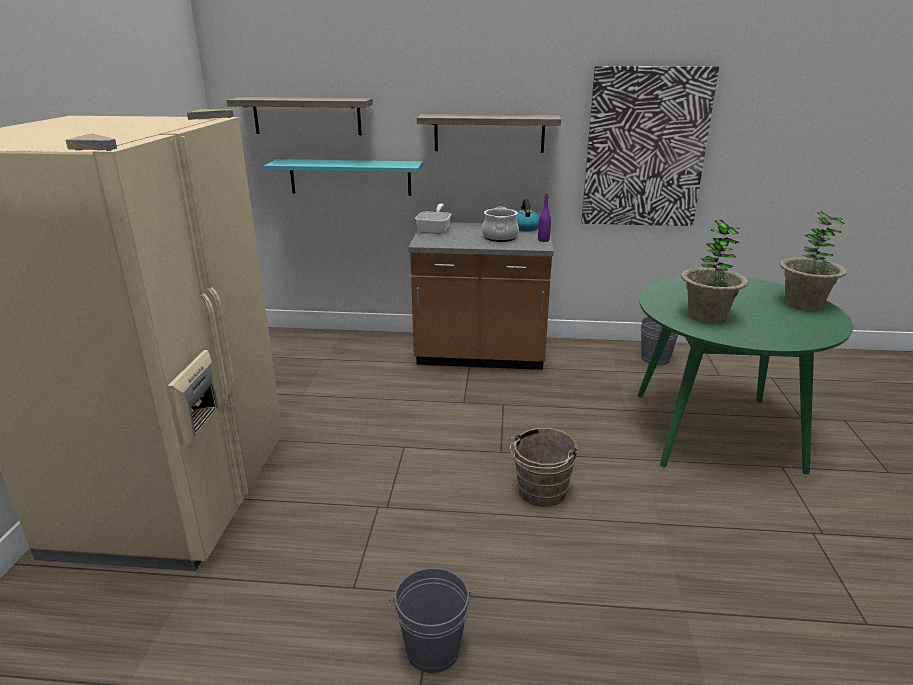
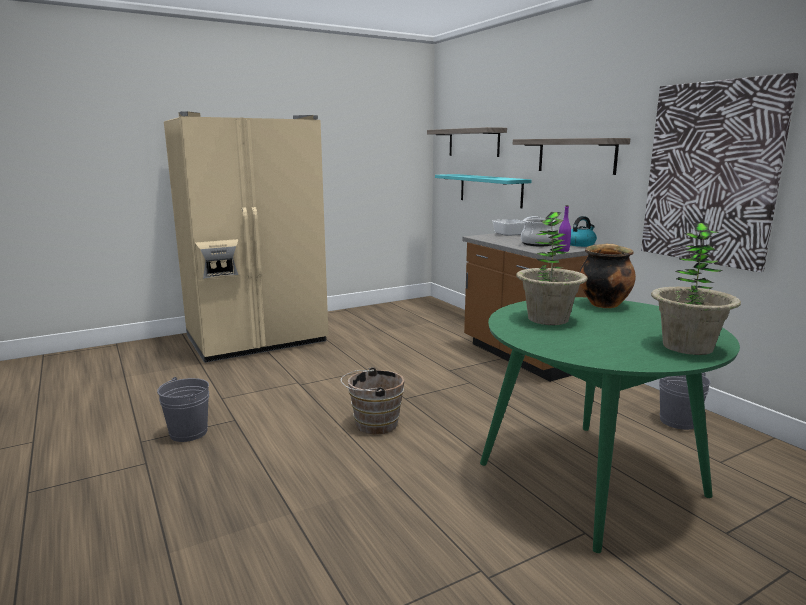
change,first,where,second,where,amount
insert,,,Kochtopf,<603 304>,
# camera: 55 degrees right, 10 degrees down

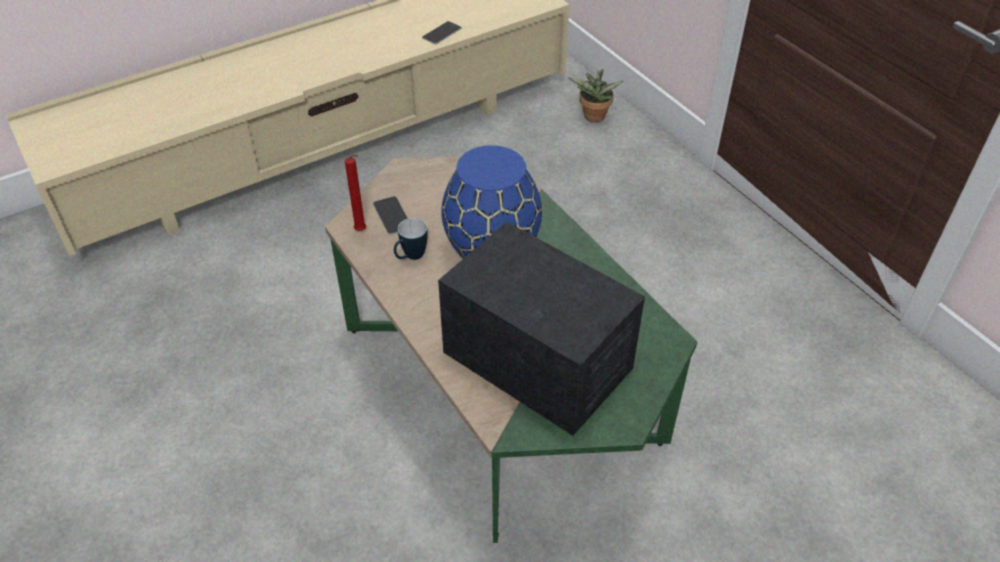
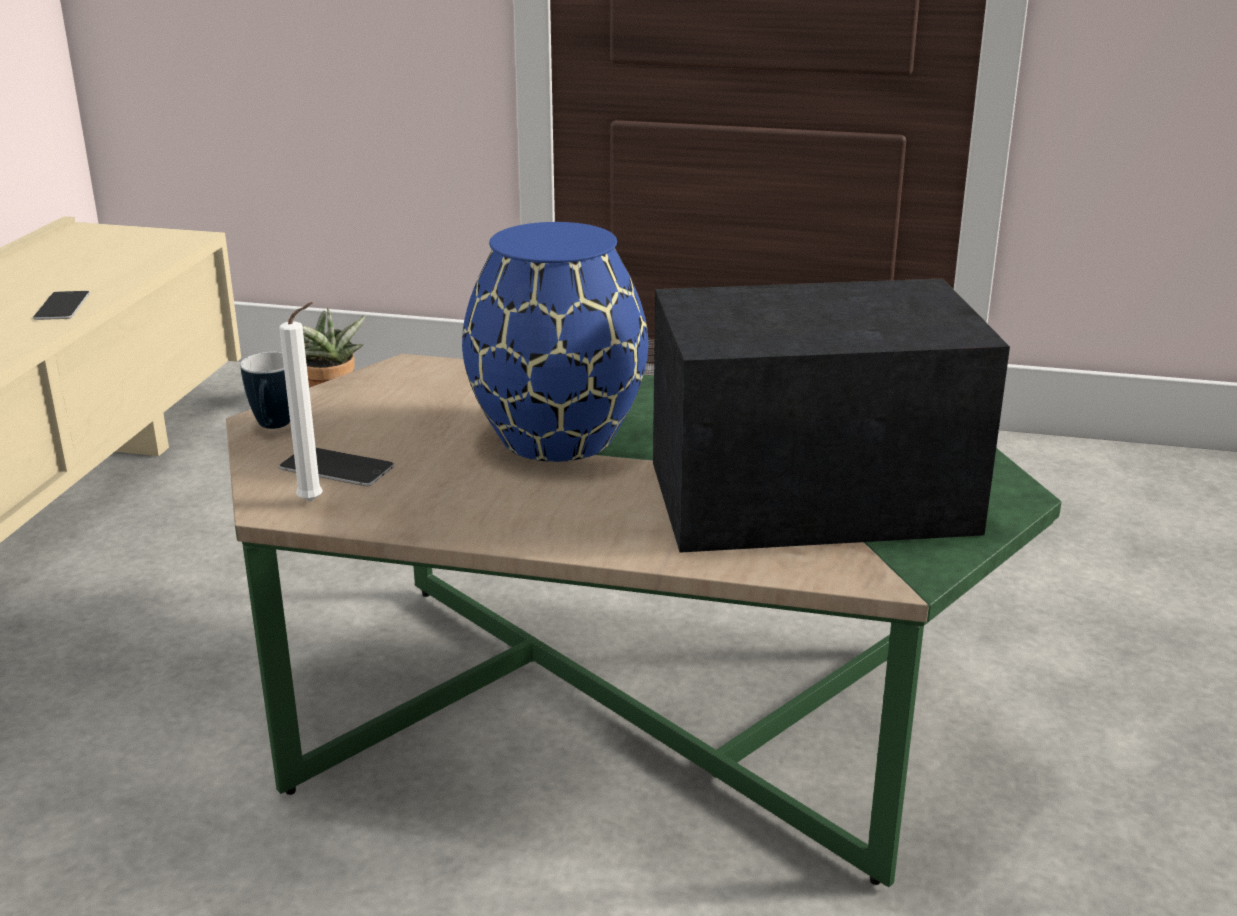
change,first,where,second,where,amount
move,Henkelbecher,<410 257>,,<273 427>,
recolor,Kerze/rot,<362 231>,Kerze/weiß,<315 501>,
# camera: 45 degrees left, 20 degrees down

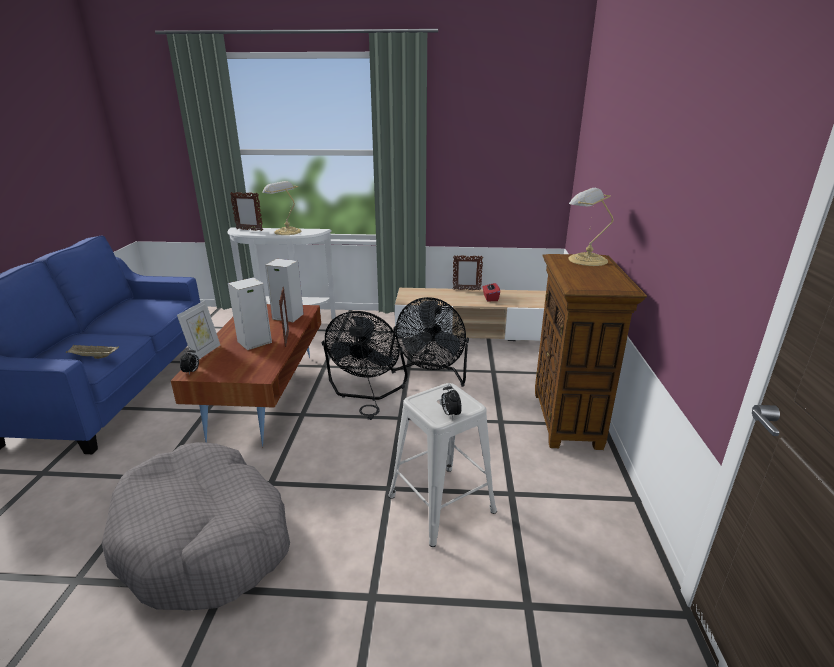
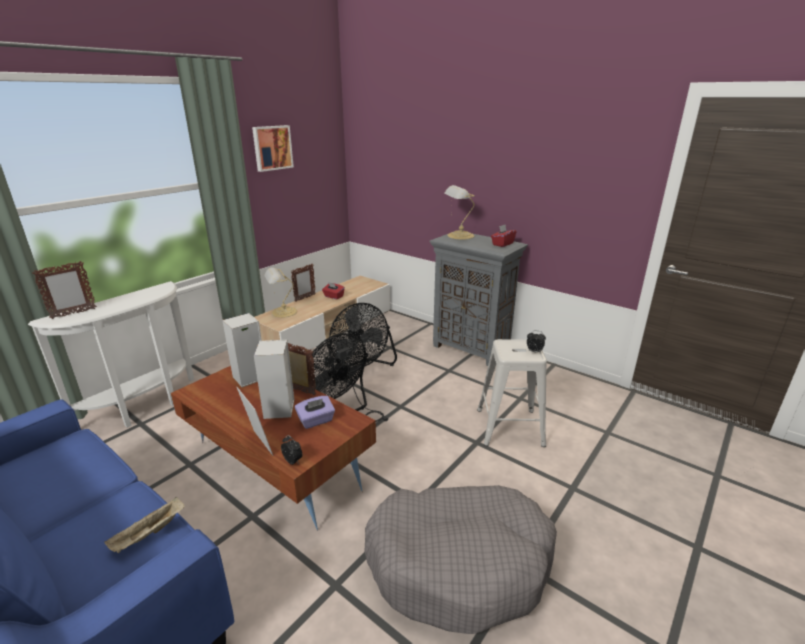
change,first,where,second,where,amount
insert,,,Bild,<272 148>,
move,Tischlampe,<286 231>,,<283 312>,
insert,,,Taschentuchbox/lila,<316 421>,
recolor,Schrank/braun,<567 420>,Schrank/grau,<471 349>,
insert,,,Taschentuchbox/rot,<502 244>,
# camera: 55 degrees left, 0 degrees up

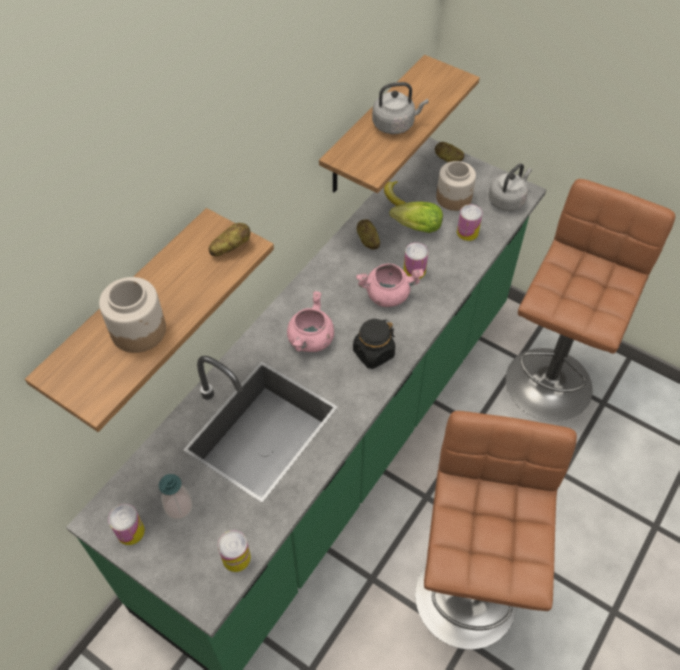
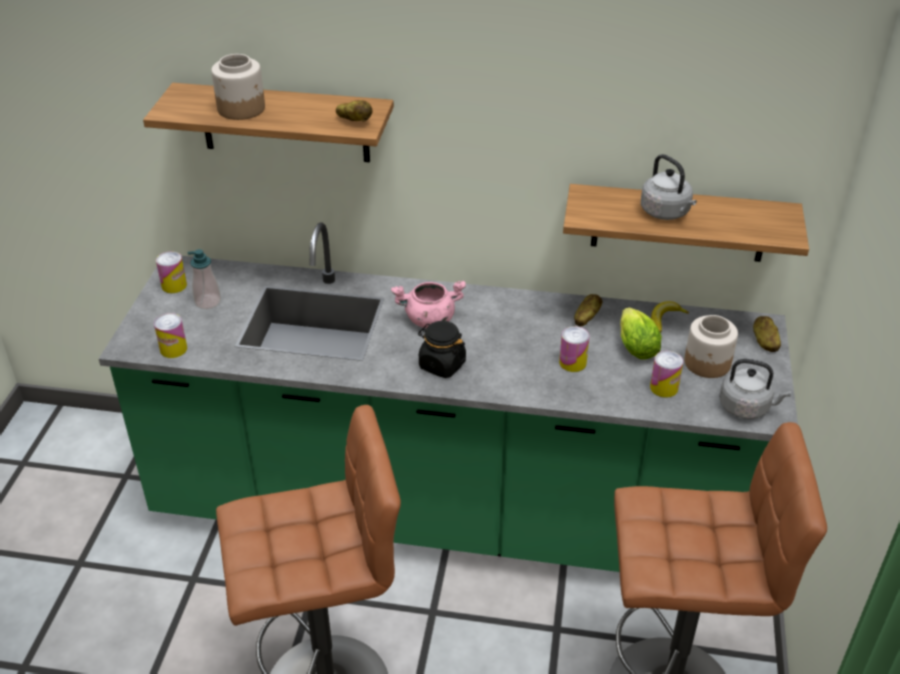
change,first,where,second,where,amount
delete,Kochtopf/rosa,<387 294>,,,
# camera: 65 degrees right, 15 degrees down

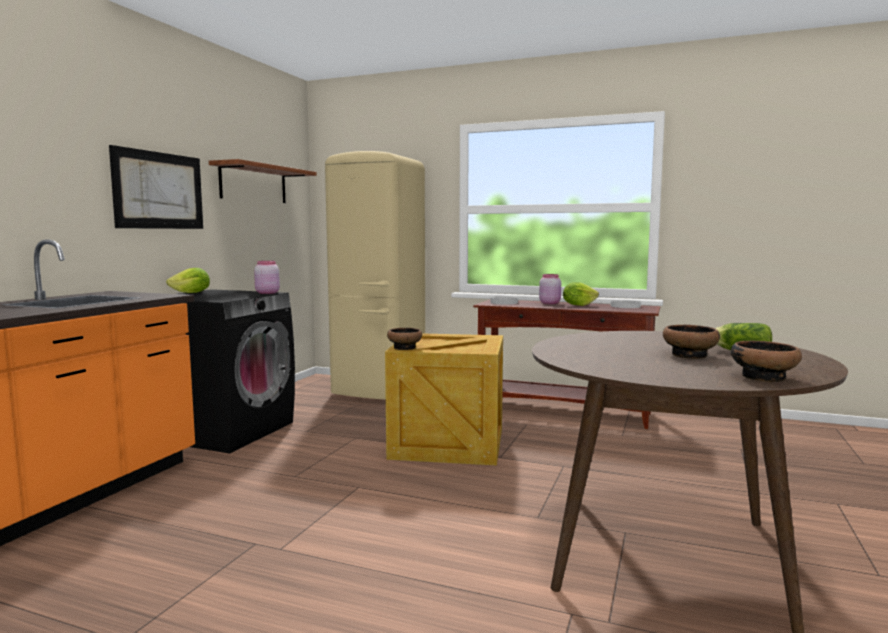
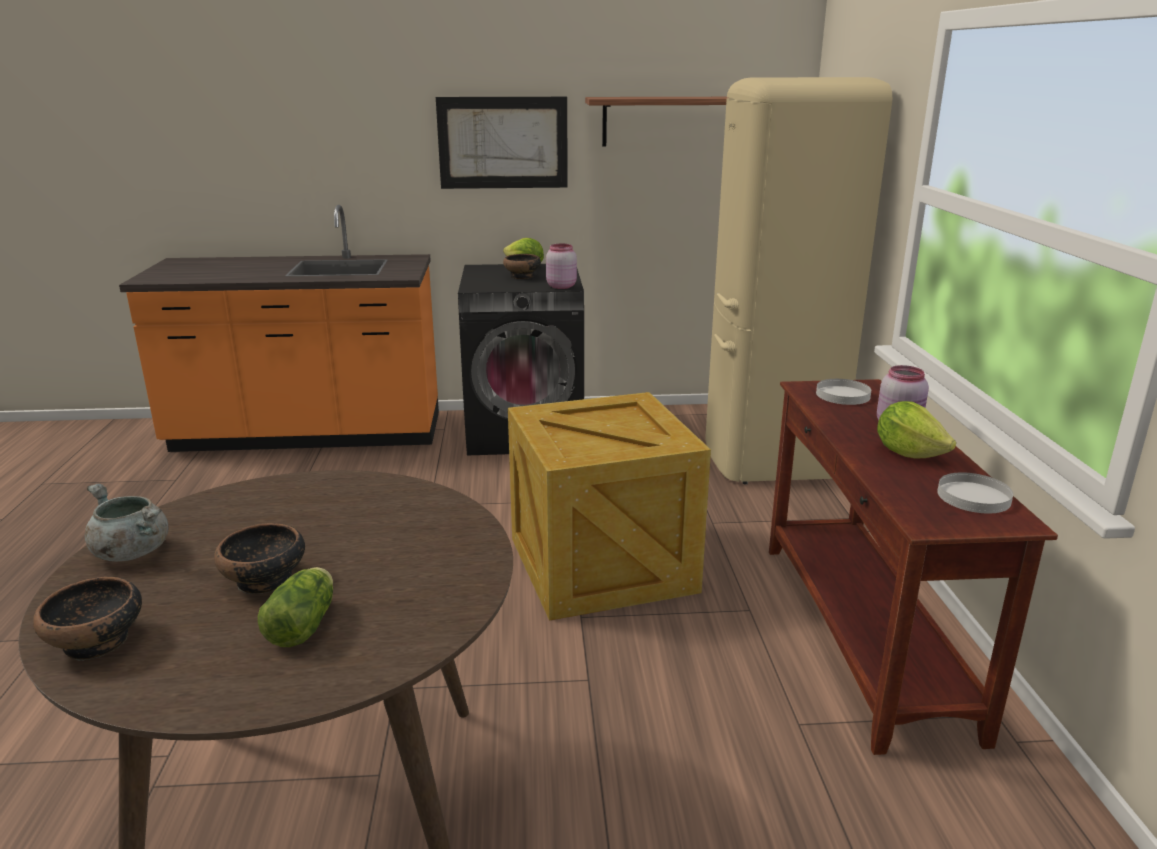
change,first,where,second,where,amount
insert,,,Kochtopf/grau,<131 552>,
move,Schüssel,<405 348>,,<522 276>,
# camera: 65 degrees right, 15 degrees up

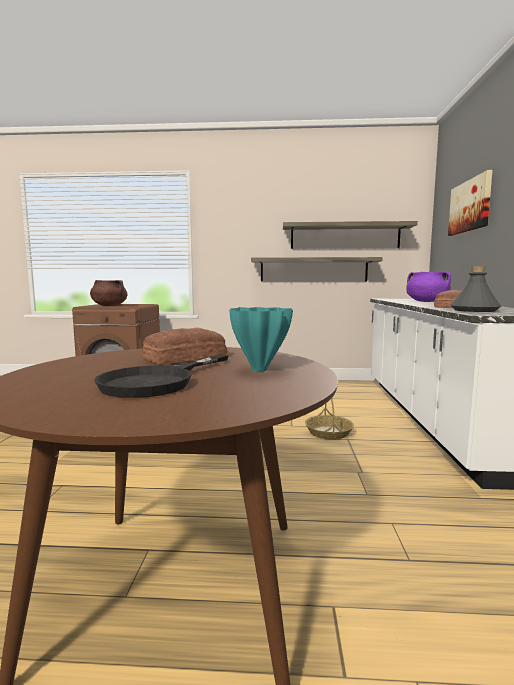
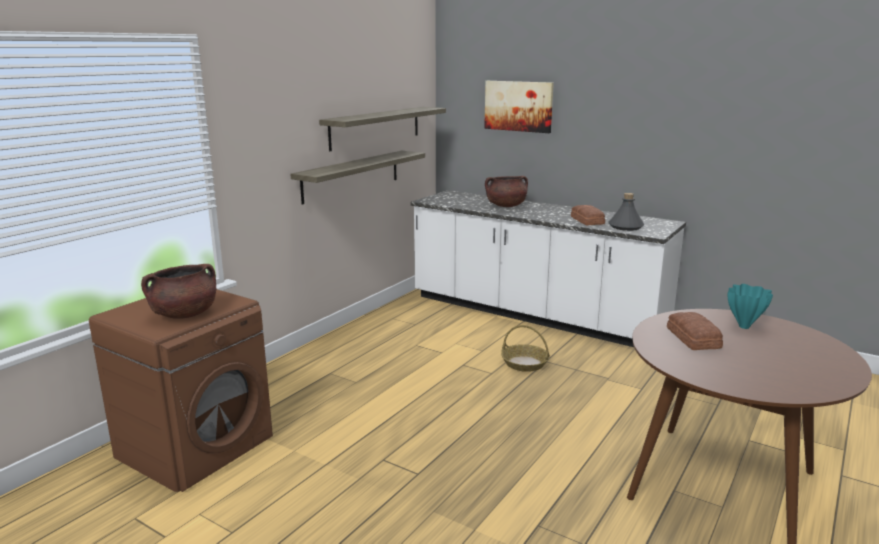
change,first,where,second,where,amount
recolor,Kochtopf/lila,<426 301>,Kochtopf/braun,<506 206>,
delete,Pfanne/schwarz,<159 381>,,,
# camera: 60 degrees left, 10 degrees up

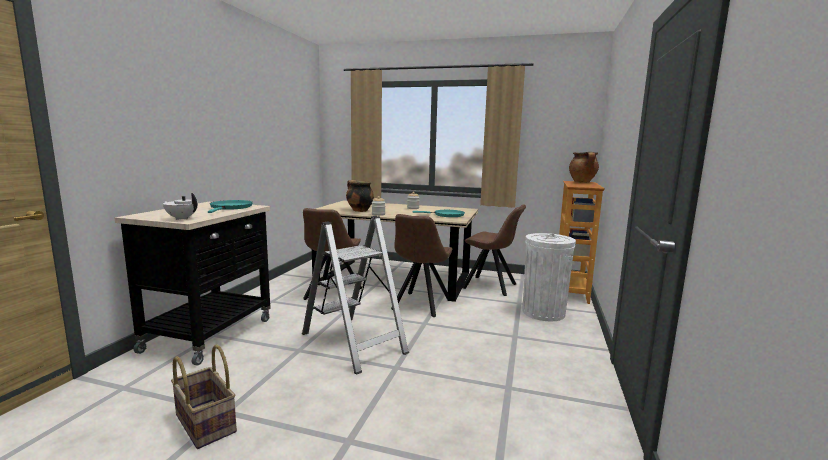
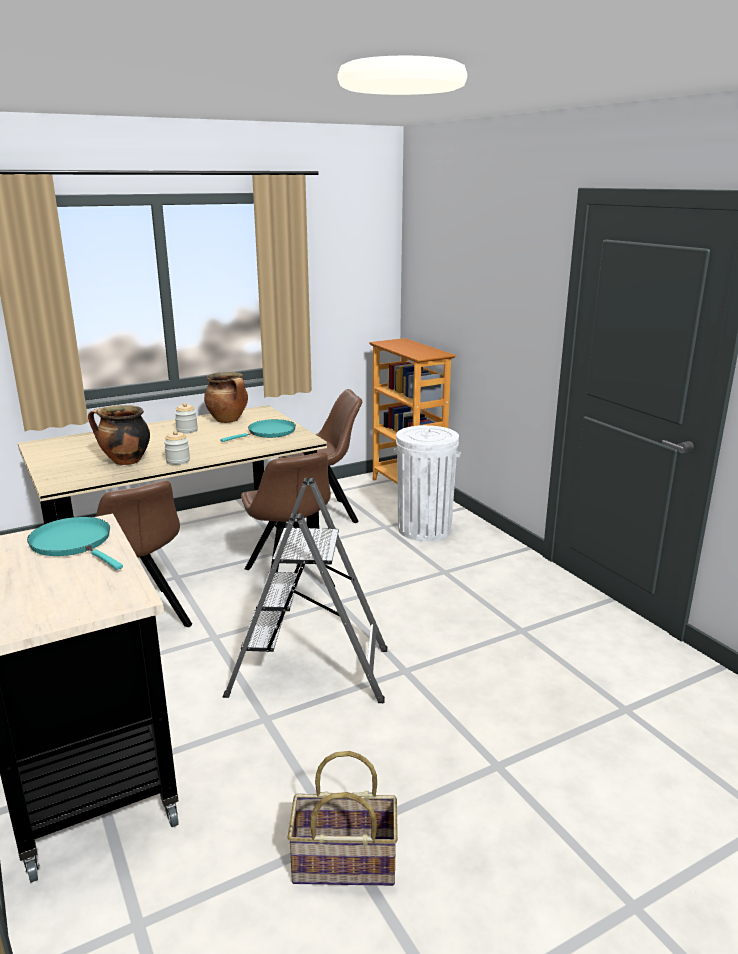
change,first,where,second,where,amount
move,Kochtopf,<582 182>,,<229 420>,
delete,Teekanne/weiß,<182 218>,,,
# camera: 45 degrees left, 10 degrees up

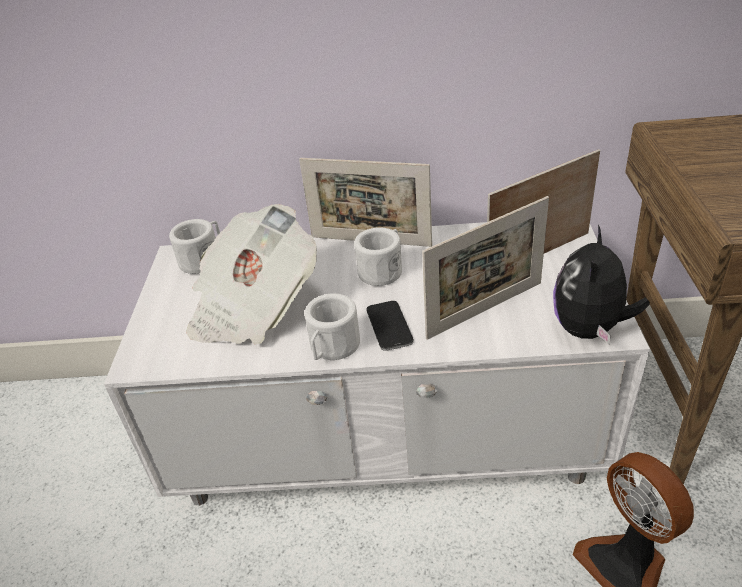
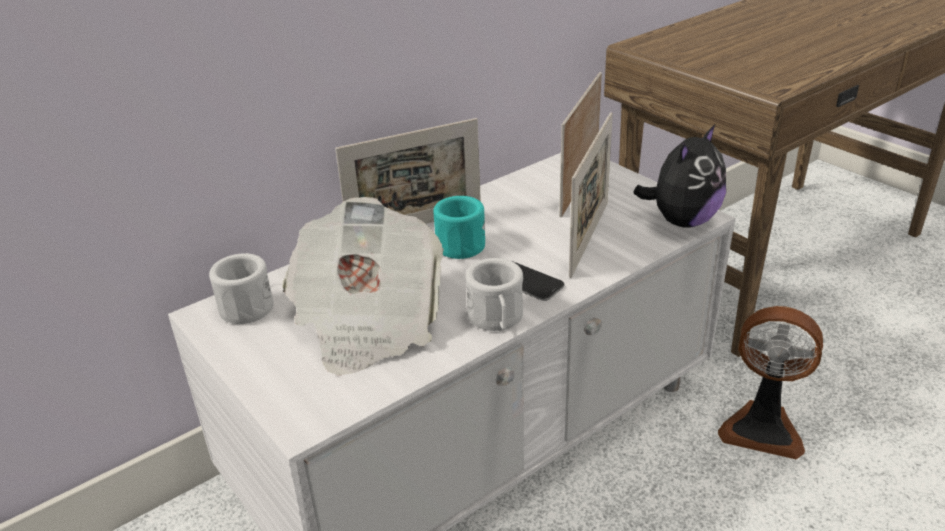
change,first,where,second,where,amount
recolor,Henkelbecher/weiß,<383 270>,Henkelbecher/türkis,<460 243>,
rotate,Plüschtier,<590 329>,,<682 221>,120 degrees counterclockwise
# camera: 40 degrees left, 5 degrees down

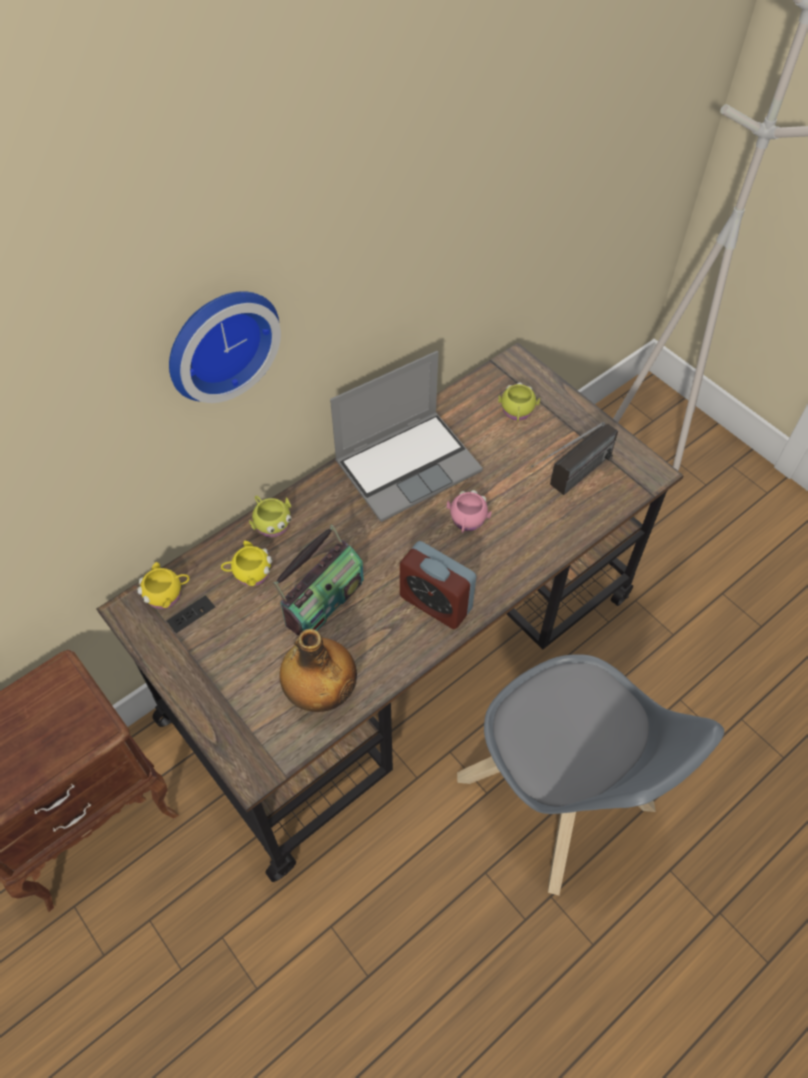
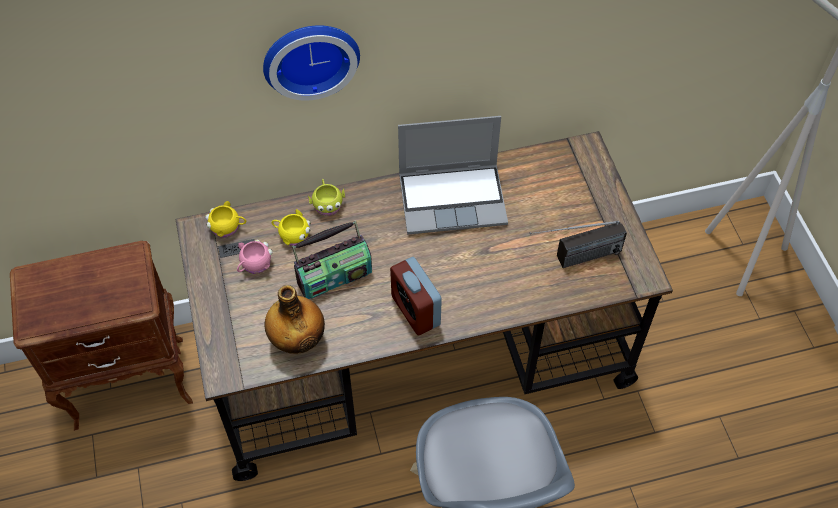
change,first,where,second,where,amount
move,Henkelbecher/rosa,<467 521>,,<254 265>,
delete,Henkelbecher/gelb,<517 412>,,,
# camera: 25 degrees right, 0 degrees up

